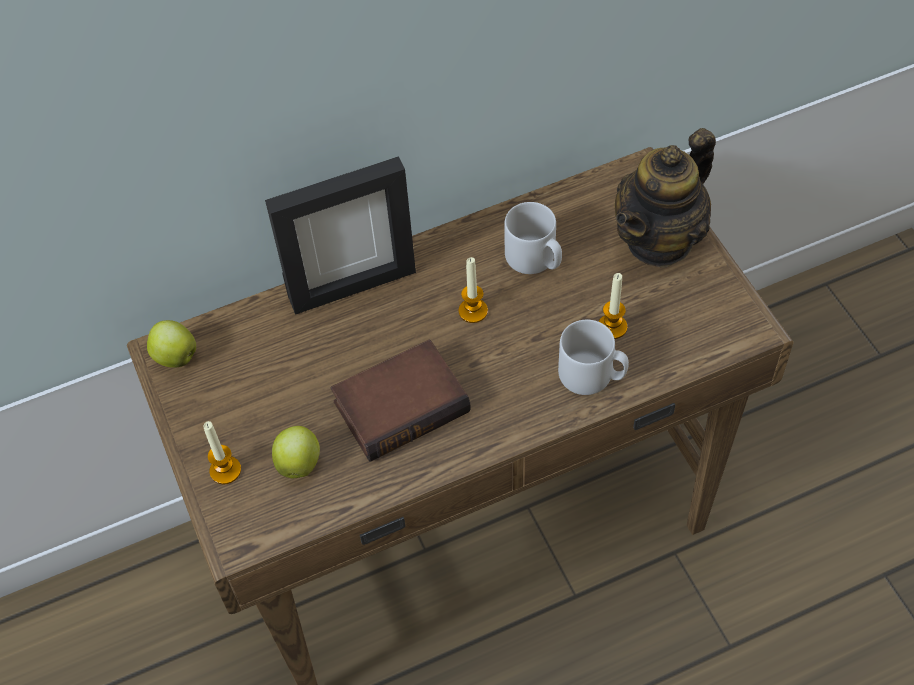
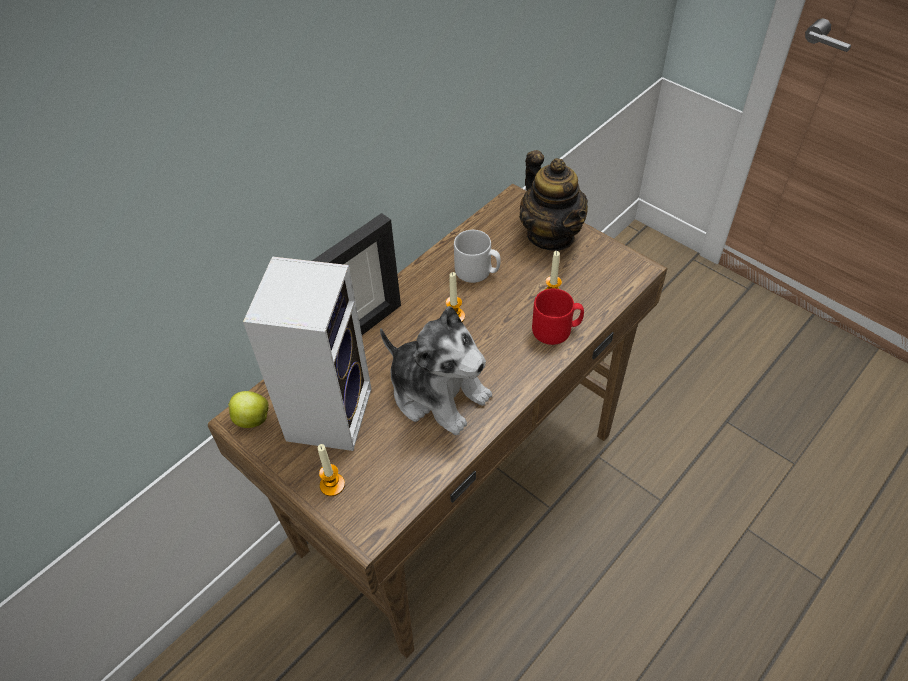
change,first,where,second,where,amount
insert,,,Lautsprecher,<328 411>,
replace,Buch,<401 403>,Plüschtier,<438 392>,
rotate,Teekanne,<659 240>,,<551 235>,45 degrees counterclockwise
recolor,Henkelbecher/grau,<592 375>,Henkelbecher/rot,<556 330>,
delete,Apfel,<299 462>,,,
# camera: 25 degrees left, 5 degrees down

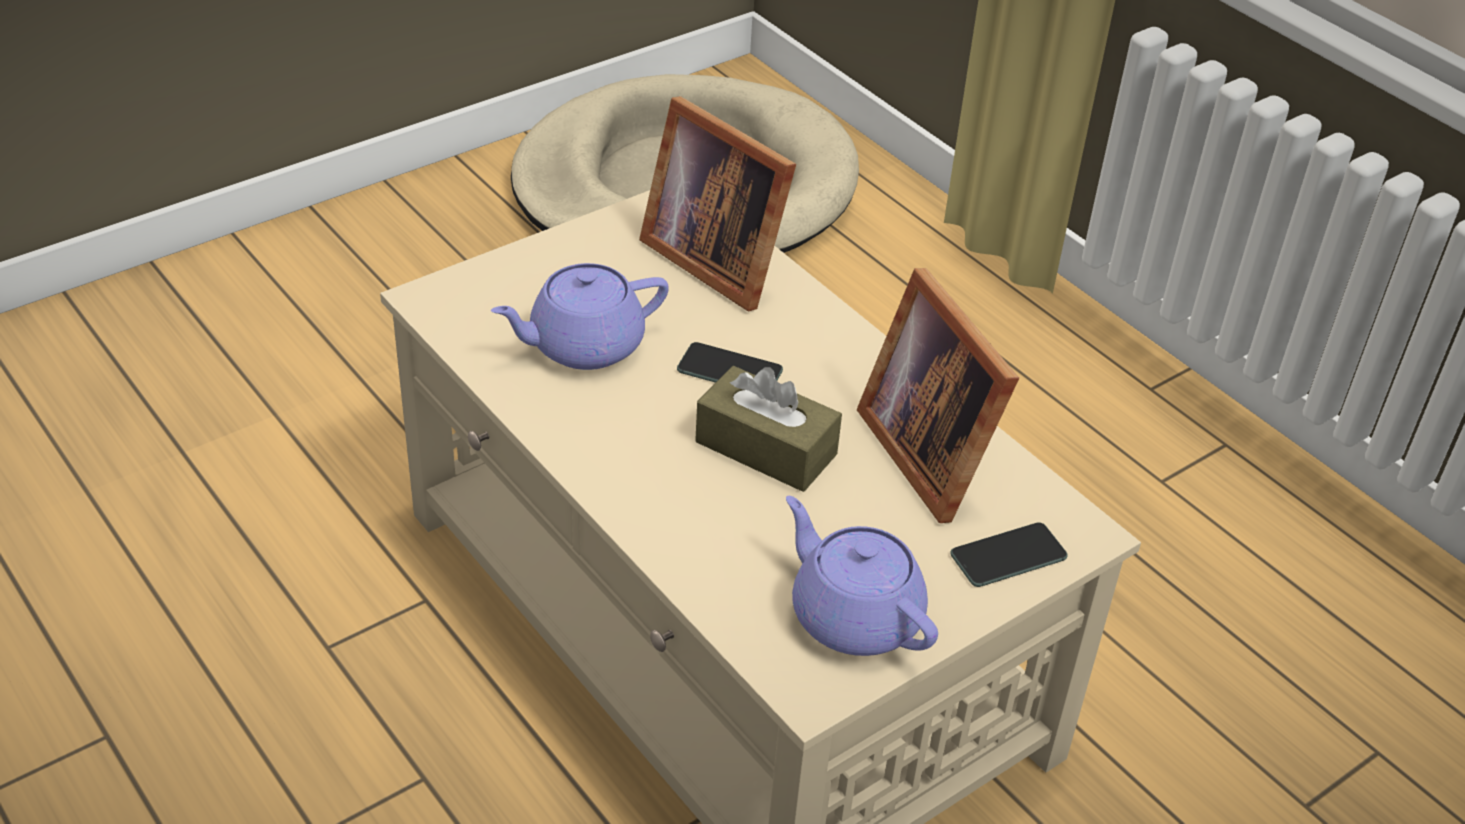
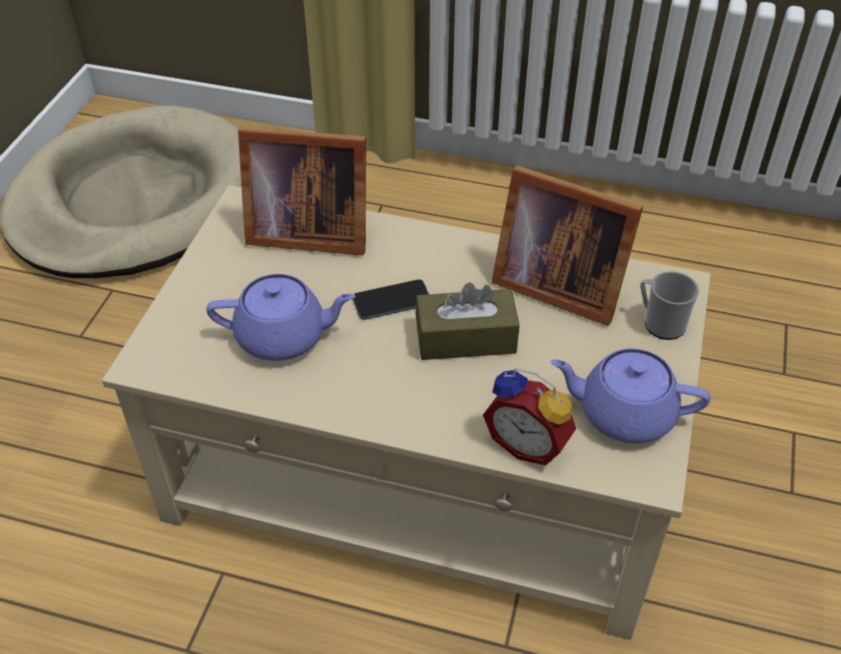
change,first,where,second,where,amount
rotate,Teekanne/lila,<583 345>,,<283 336>,120 degrees counterclockwise
insert,,,Wecker,<529 443>,
replace,Handy,<1008 556>,Henkelbecher,<660 323>,
# camera: 35 degrees left, 5 degrees up

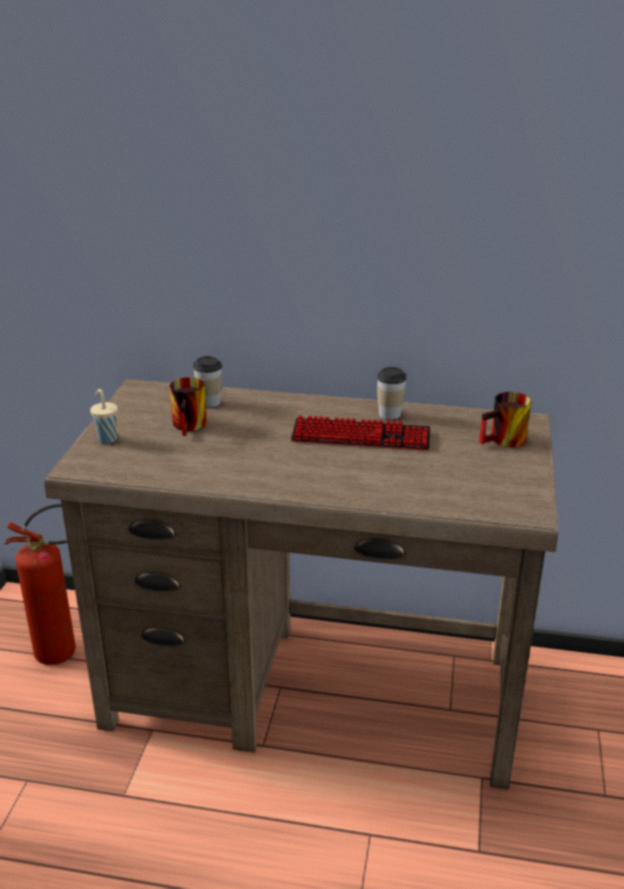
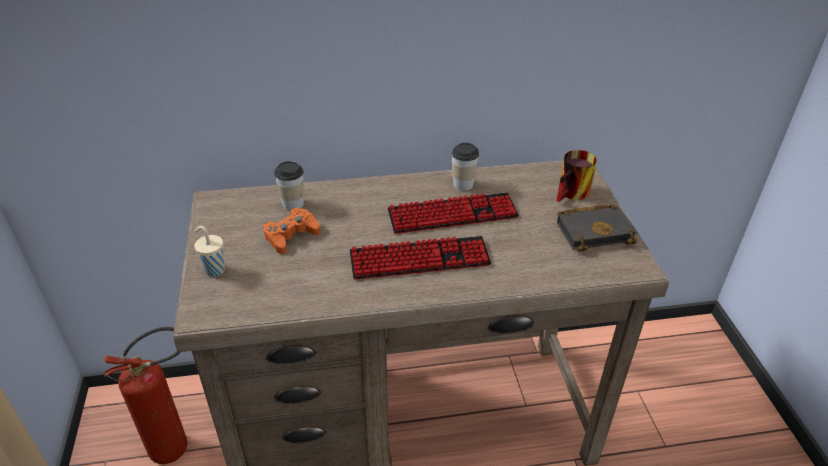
change,first,where,second,where,amount
replace,Henkelbecher,<192 425>,Gamepad/orange,<291 235>,
insert,,,Tastatur,<419 259>,
insert,,,Buch/schwarz,<595 231>,
# camera: 20 degrees left, 10 degrees up

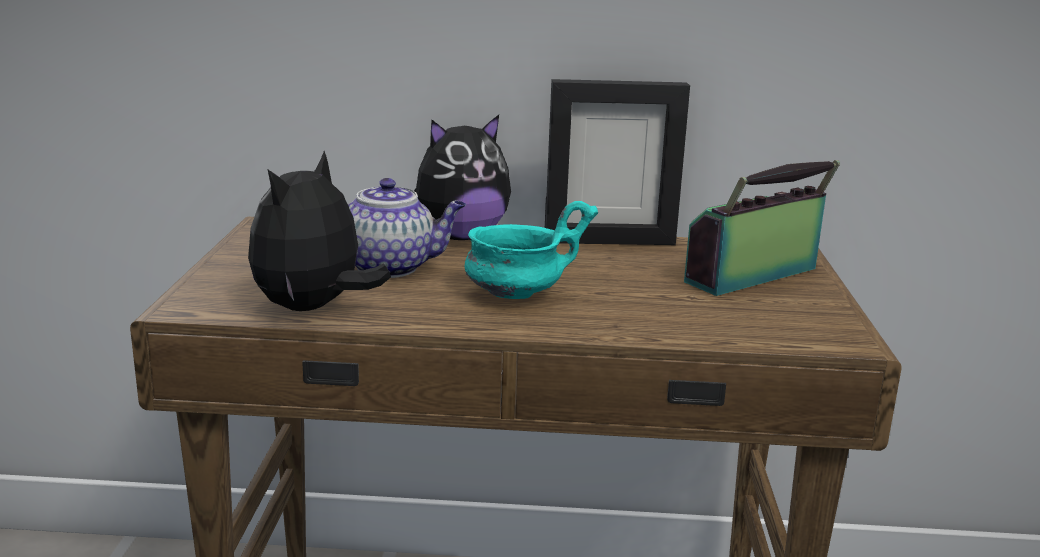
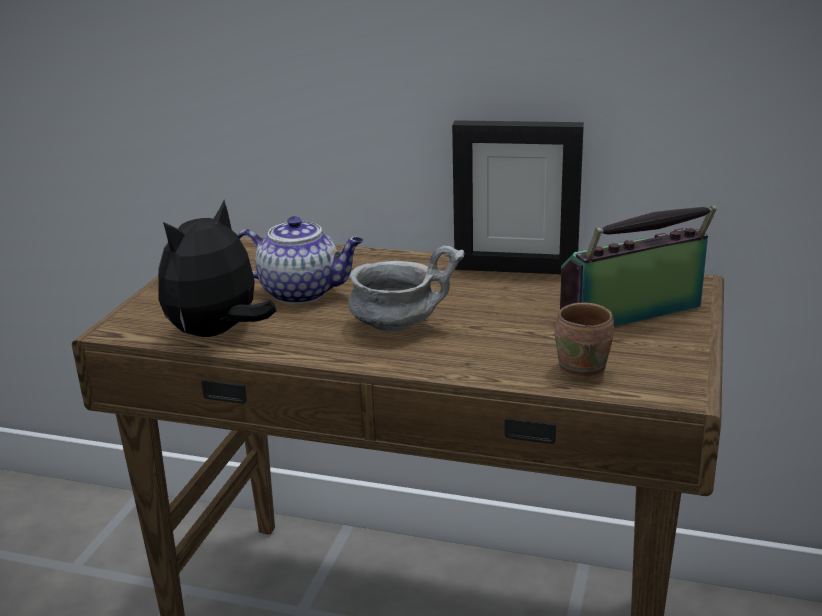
change,first,where,second,where,amount
recolor,Schüssel/türkis,<517 293>,Schüssel/grau,<397 325>,
insert,,,Henkelbecher/braun,<585 369>,
delete,Plüschtier,<460 236>,,,
# camera: 15 degrees right, 5 degrees up

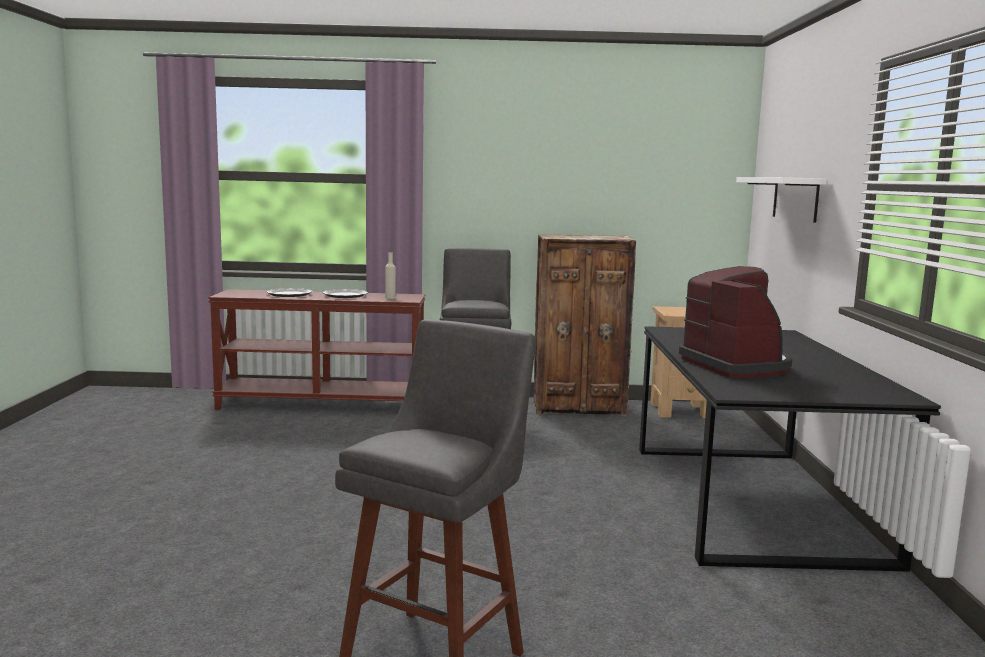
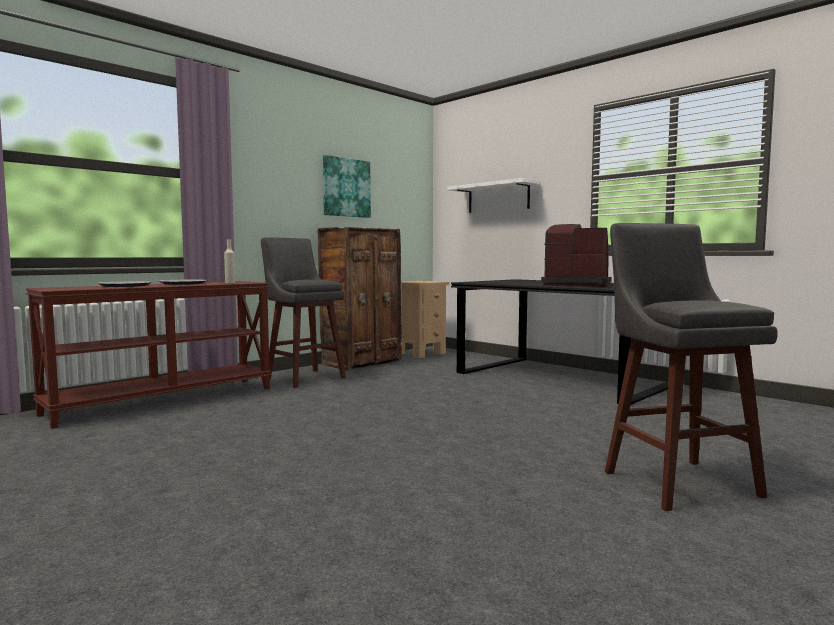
change,first,where,second,where,amount
insert,,,Bild,<346 187>,
# camera: 45 degrees left, 5 degrees down

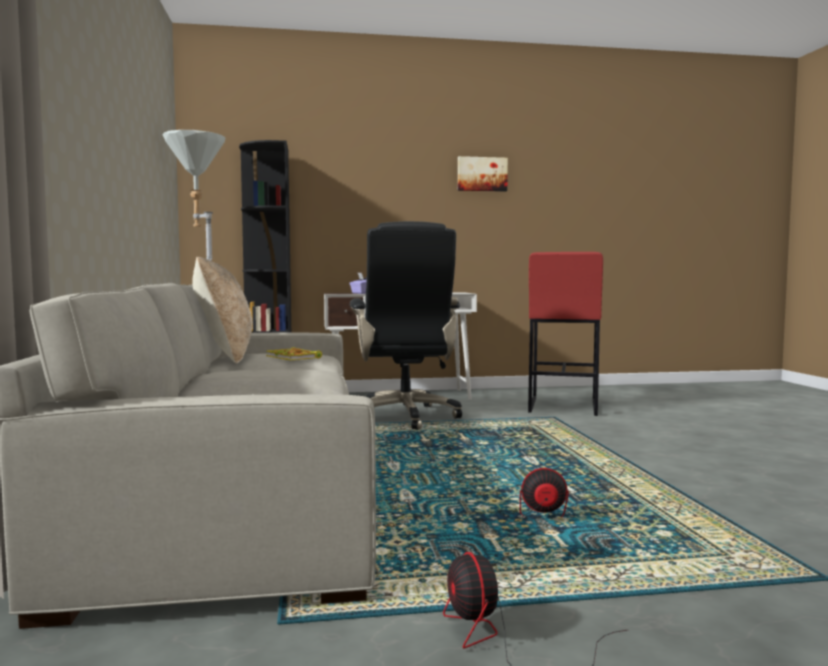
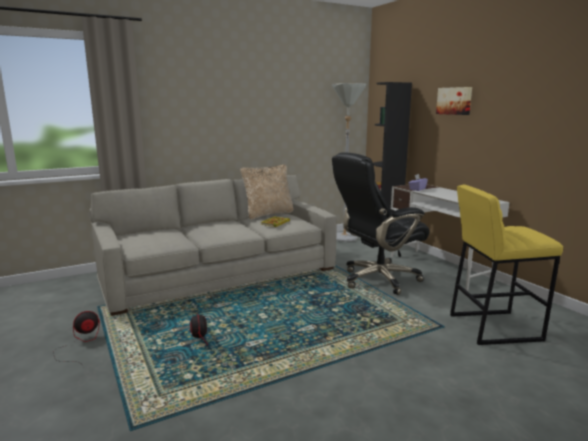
change,first,where,second,where,amount
move,Bild,<482 174>,,<454 101>,
recolor,Hocker/rot,<563 407>,Hocker/gelb,<492 327>,
# camera: 70 degrees right, 10 degrees up

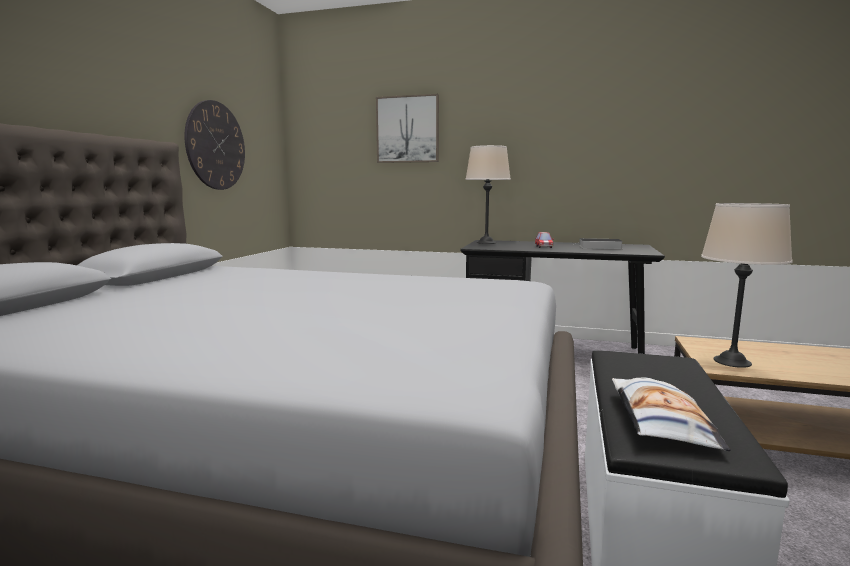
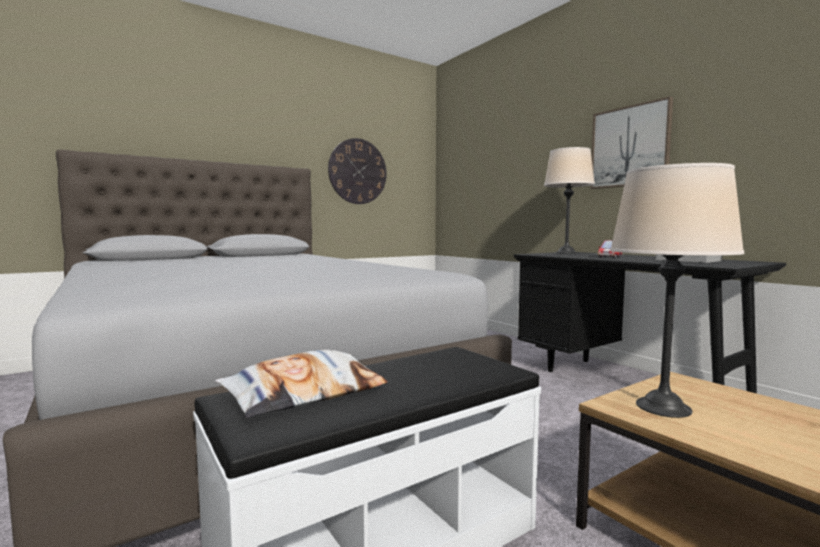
change,first,where,second,where,amount
move,Bild,<407 129>,,<630 146>,
# camera: 40 degrees right, 5 degrees down

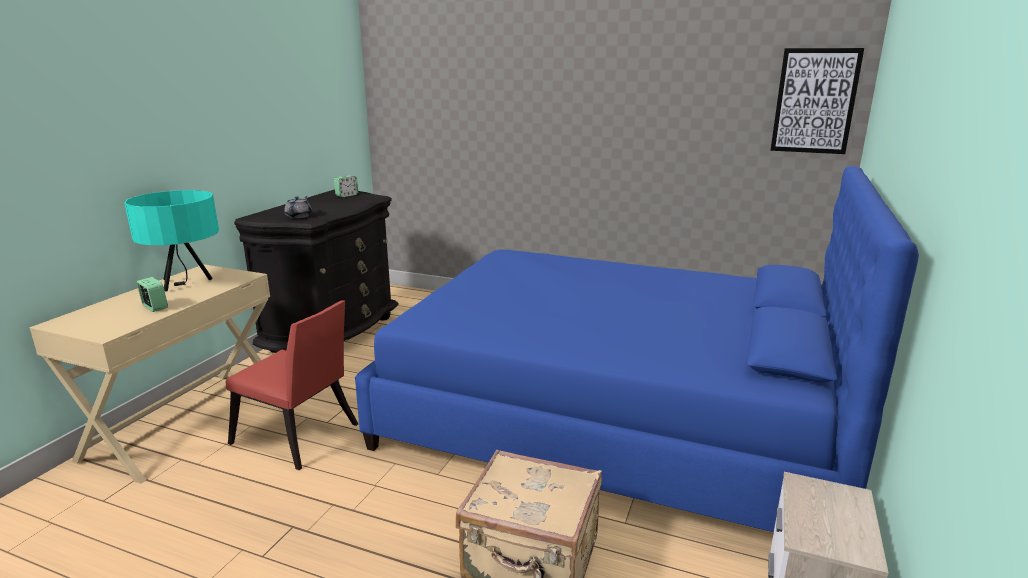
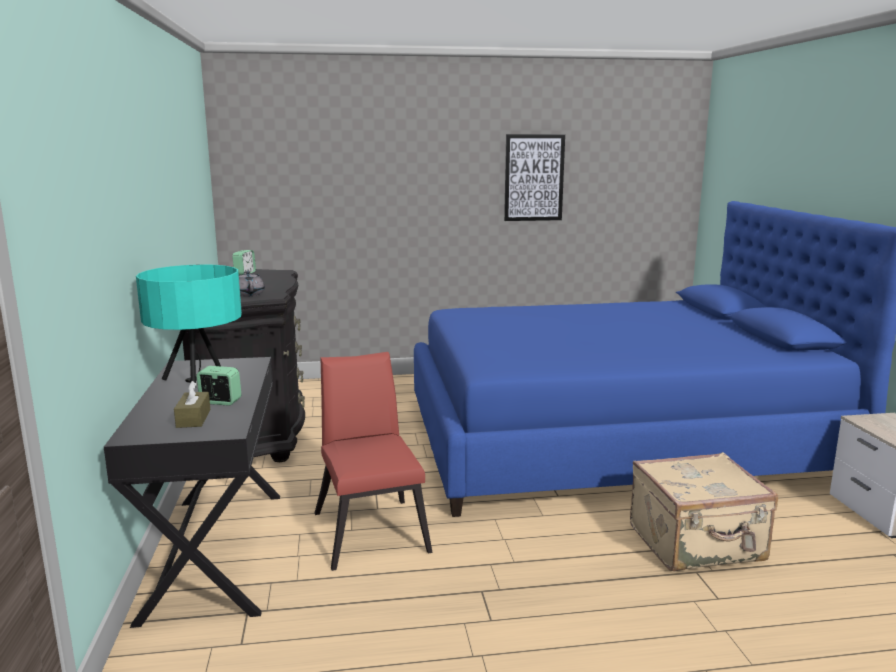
change,first,where,second,where,amount
recolor,Schreibtisch/beige,<186 421>,Schreibtisch/schwarz,<215 551>,
insert,,,Taschentuchbox/braun,<193 418>,
rotate,Stuhl/rot,<299 437>,,<370 527>,105 degrees counterclockwise
move,Bild,<815 101>,,<534 178>,
# camera: 30 degrees left, 5 degrees down

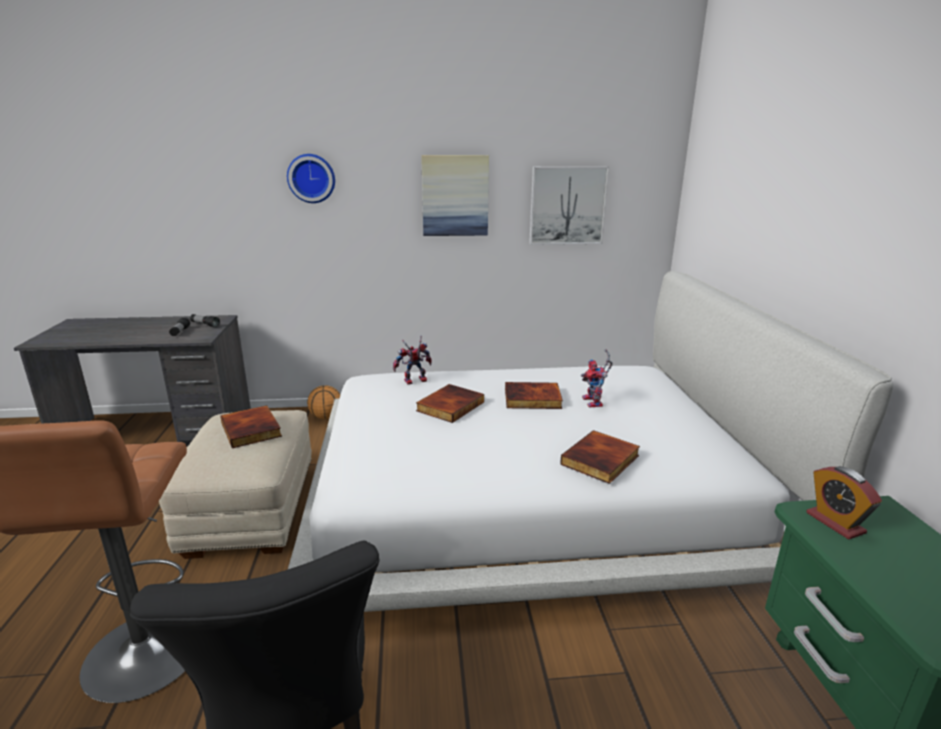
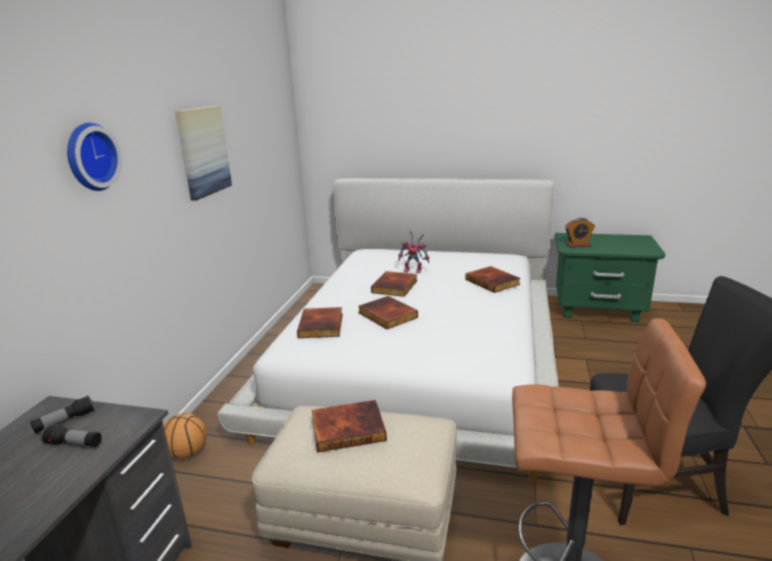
change,first,where,second,where,amount
replace,Spielzeugroboter,<413 381>,Buch,<322 325>,
delete,Bild,<567 205>,,,
# camera: 70 degrees left, 0 degrees up

